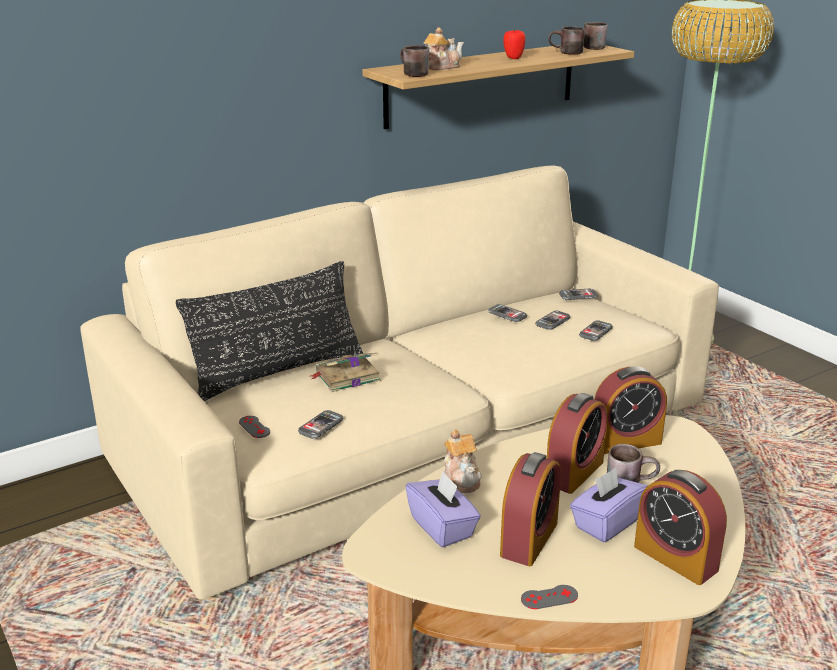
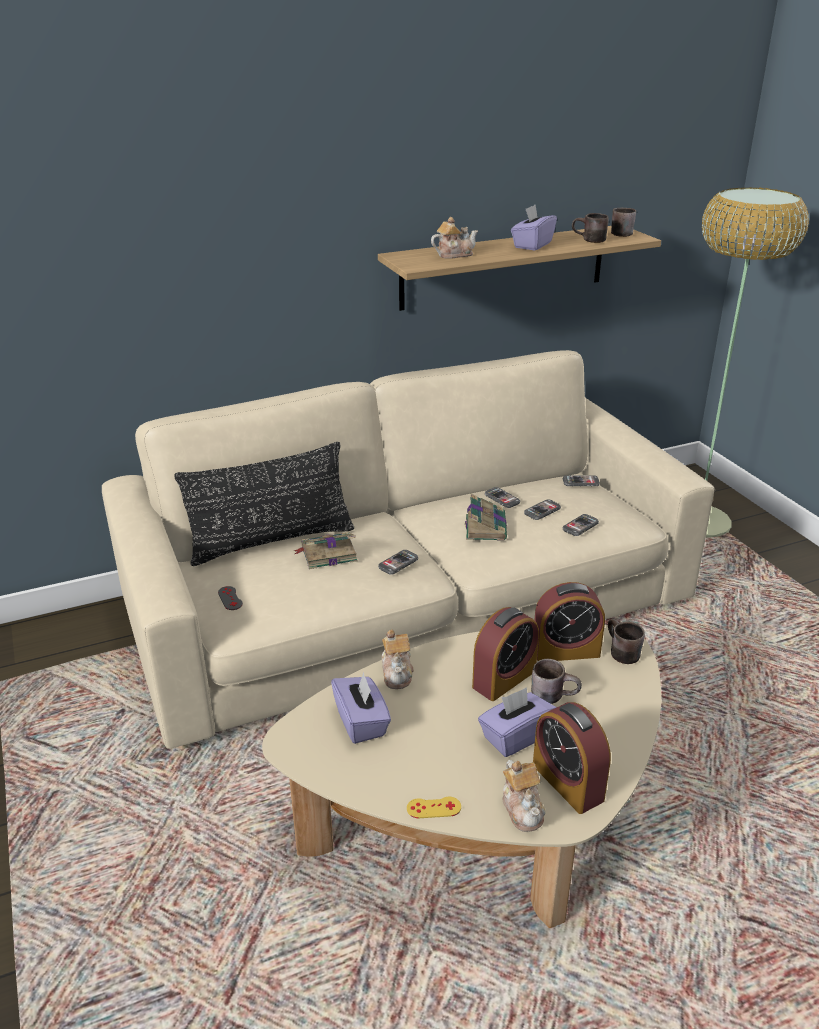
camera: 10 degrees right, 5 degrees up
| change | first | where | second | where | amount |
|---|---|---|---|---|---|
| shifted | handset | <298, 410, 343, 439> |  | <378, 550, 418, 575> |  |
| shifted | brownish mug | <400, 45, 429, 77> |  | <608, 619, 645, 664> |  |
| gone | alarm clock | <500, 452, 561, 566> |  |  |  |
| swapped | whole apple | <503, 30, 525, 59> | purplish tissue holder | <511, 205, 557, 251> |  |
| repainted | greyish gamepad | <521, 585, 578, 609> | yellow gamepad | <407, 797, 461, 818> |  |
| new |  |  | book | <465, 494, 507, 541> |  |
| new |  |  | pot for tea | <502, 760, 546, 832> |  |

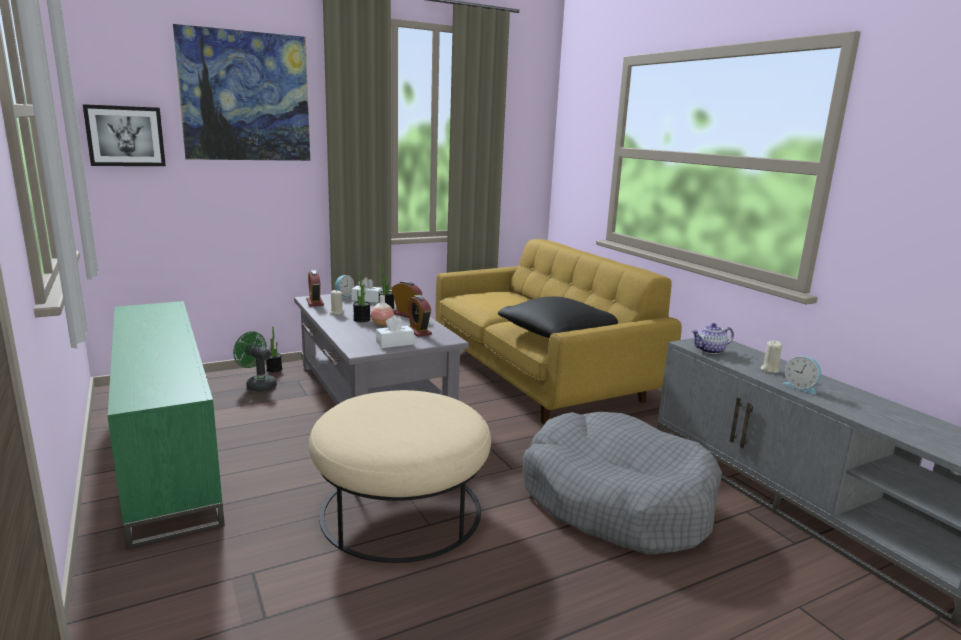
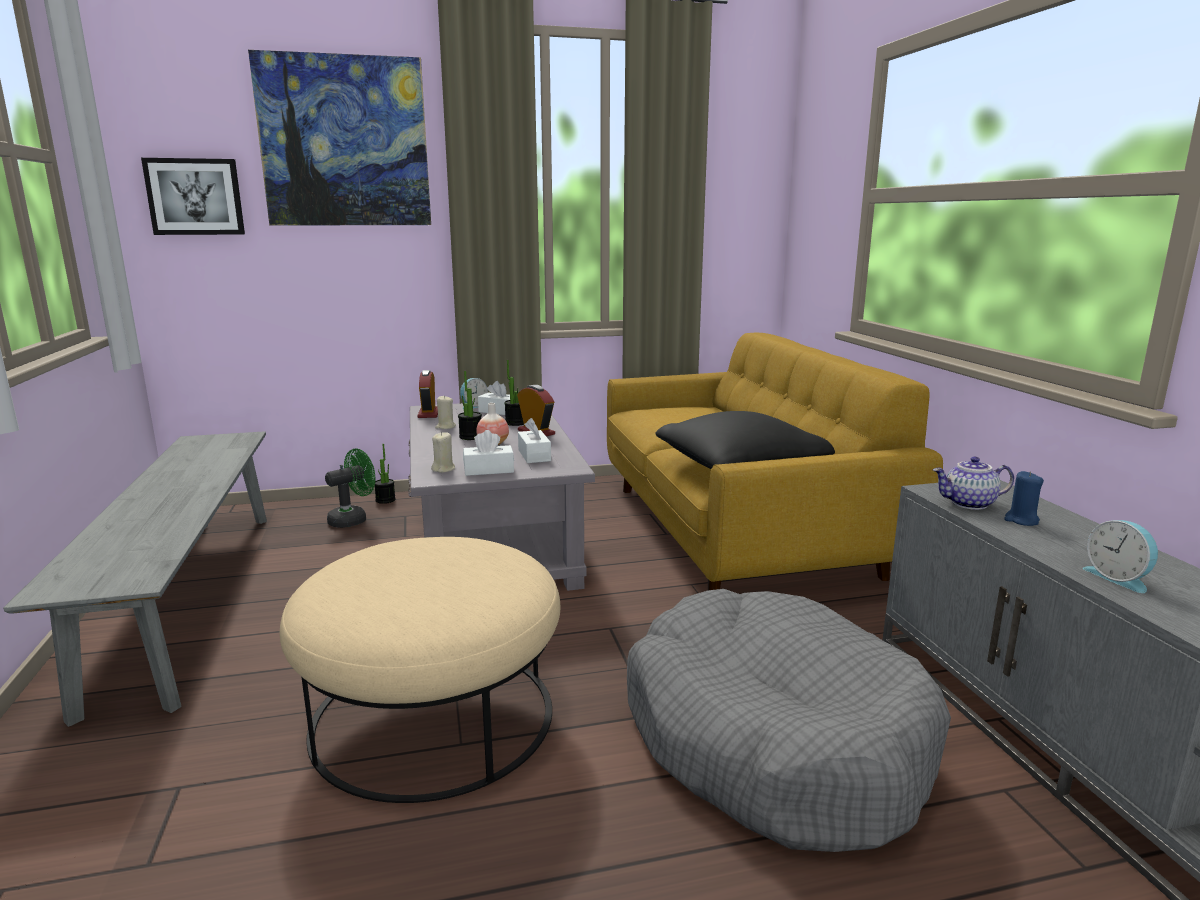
camera: 15 degrees right, 0 degrees up
| change | first | where | second | where | amount |
|---|---|---|---|---|---|
| swapped | greenish tv stand | <108, 301, 225, 549> | greyish long seat | <3, 431, 267, 727> |  |
| rotated | greenish electric fan | <233, 331, 277, 392> |  | <325, 449, 375, 528> | 90 degrees clockwise |
| swapped | alarm clock | <407, 295, 432, 337> | white tissue holder | <518, 418, 551, 463> |  |
| shifted | beige wax candle | <760, 341, 782, 373> |  | <431, 432, 455, 473> |  |
| new |  |  | blue wax candle | <1004, 471, 1044, 526> |  |

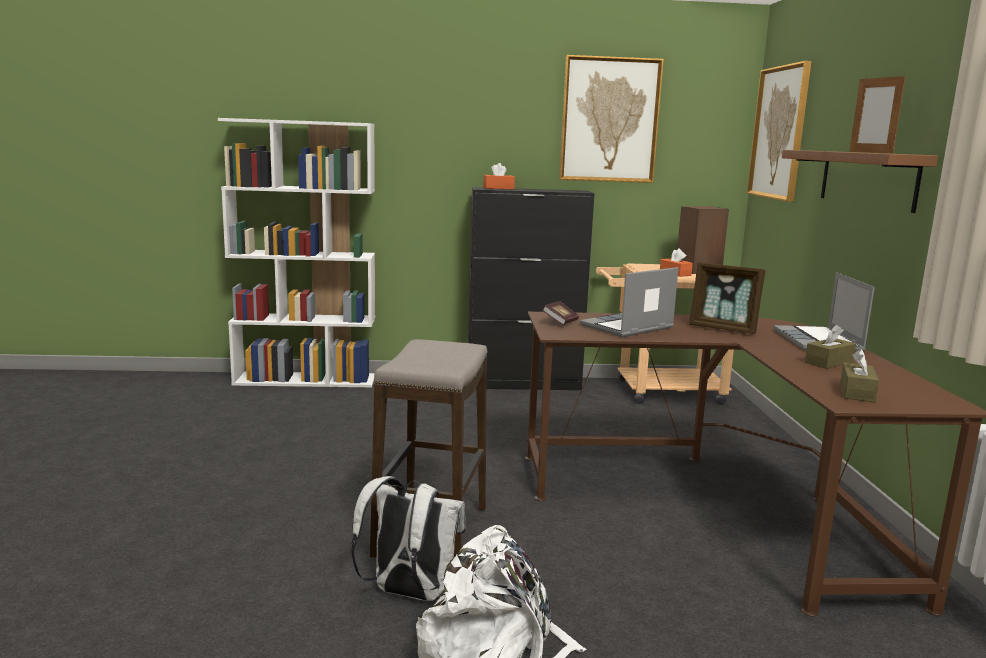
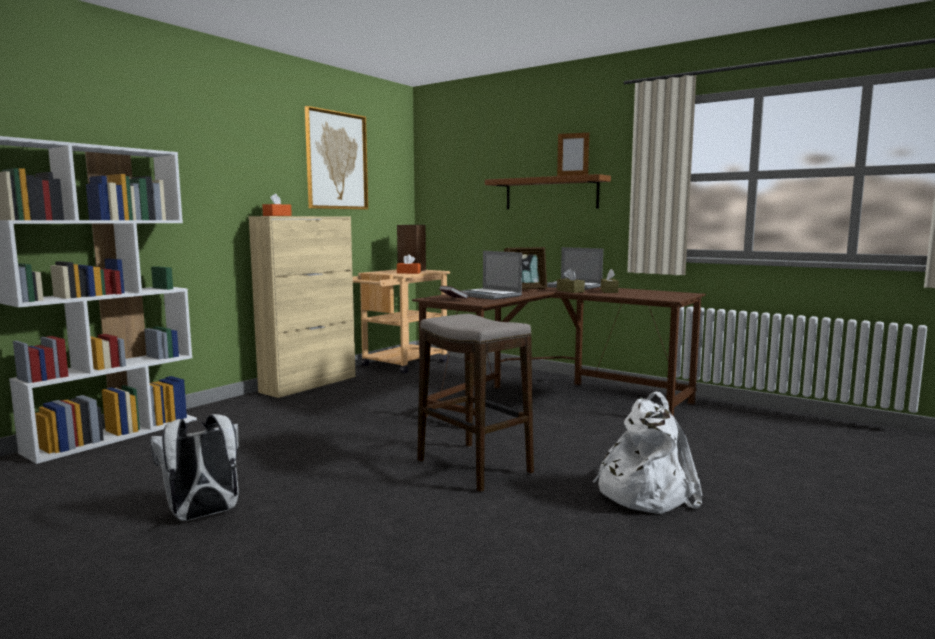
camera: 50 degrees left, 5 degrees down
| change | first | where | second | where | amount |
|---|---|---|---|---|---|
| shifted | white backpack | <351, 476, 466, 601> |  | <150, 414, 239, 521> |  |
| repainted | blackish storage cabinet | <468, 187, 595, 390> | beige storage cabinet | <249, 216, 356, 398> |  |
| rotated | portable computer | <580, 267, 678, 337> |  | <462, 251, 522, 300> | 45 degrees counterclockwise |
| gone | wall picture | <747, 61, 812, 202> |  |  |  |
| shifted | brownish tissue holder | <840, 349, 879, 402> |  | <557, 269, 585, 293> |  |

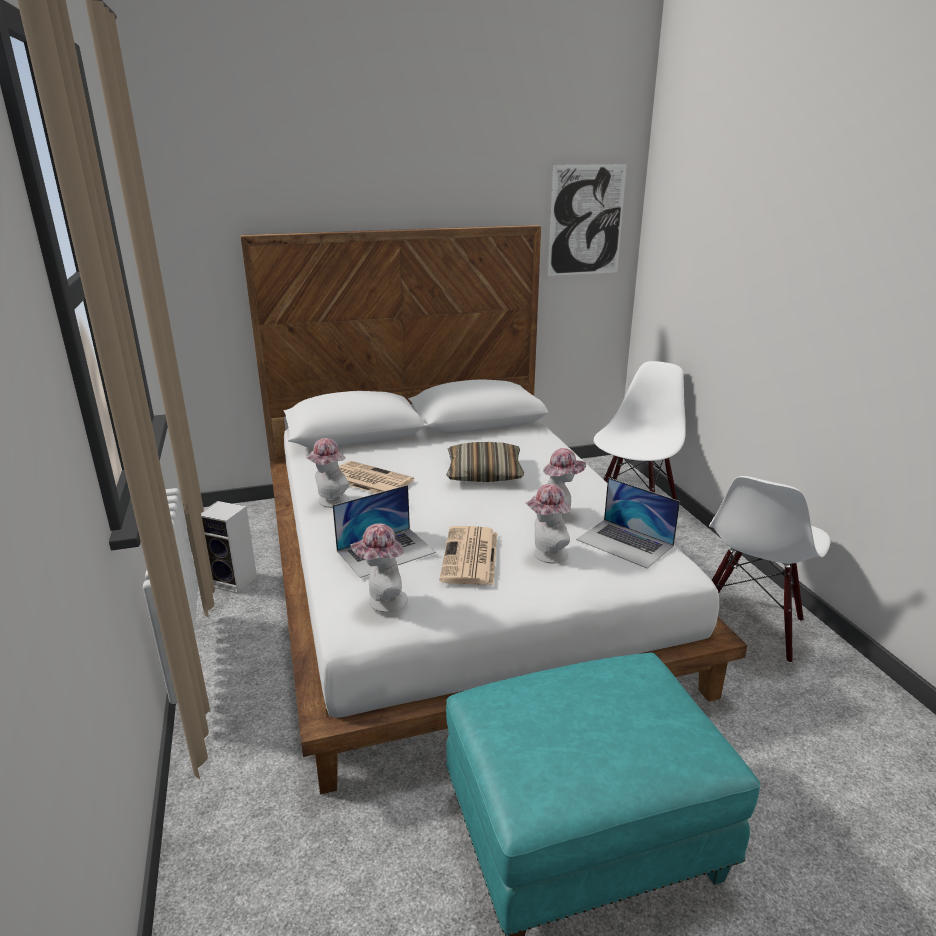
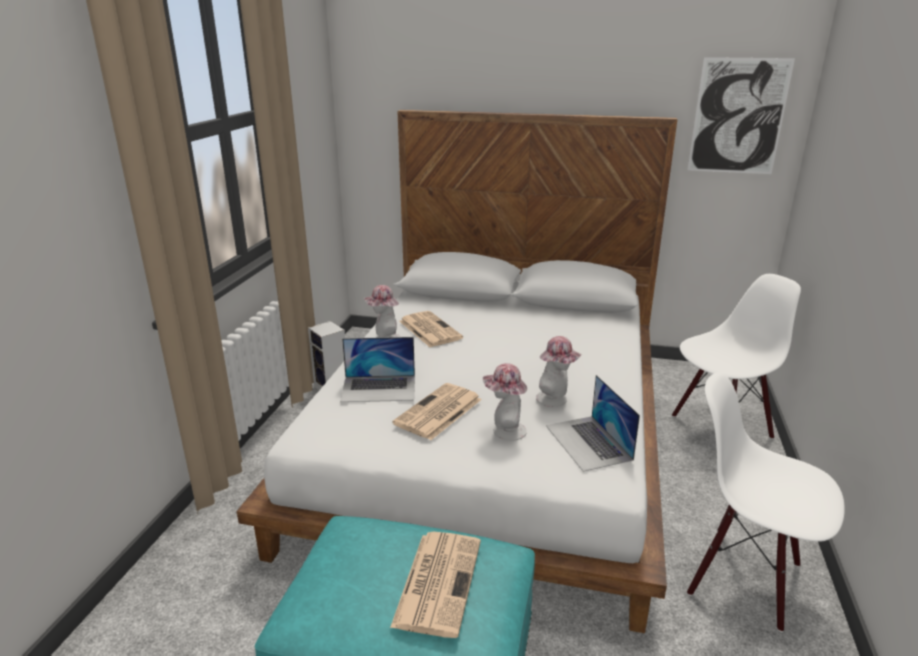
camera: 30 degrees right, 0 degrees up
| change | first | where | second | where | amount |
|---|---|---|---|---|---|
| gone | hat | <350, 523, 408, 613> |  |  |  |
| gone | pillow | <446, 442, 524, 482> |  |  |  |
| rotated | white chair | <709, 476, 831, 663> |  | <687, 372, 845, 632> | 60 degrees clockwise |
| new |  |  | daily paper | <390, 532, 481, 638> |  |

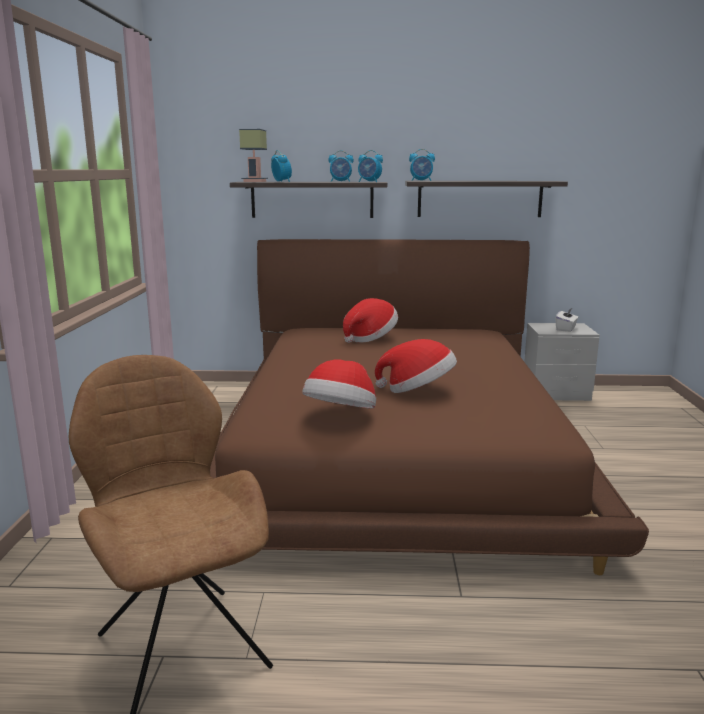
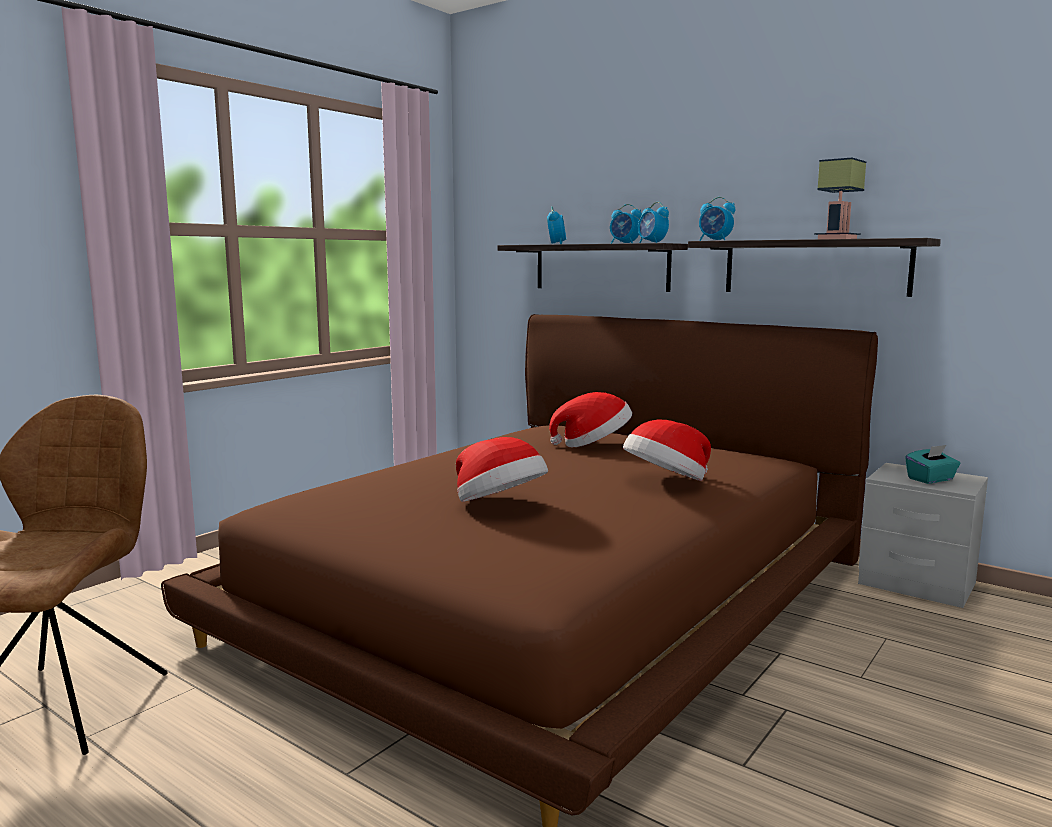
camera: 35 degrees right, 5 degrees down
| change | first | where | second | where | amount |
|---|---|---|---|---|---|
| shifted | lamp for a table | <239, 129, 268, 182> |  | <814, 158, 866, 239> |  |
| shifted | hat | <302, 359, 376, 409> |  | <623, 420, 711, 481> |  |
| repainted | white tissue holder | <556, 307, 578, 332> | turquoise tissue holder | <905, 445, 960, 484> |  |

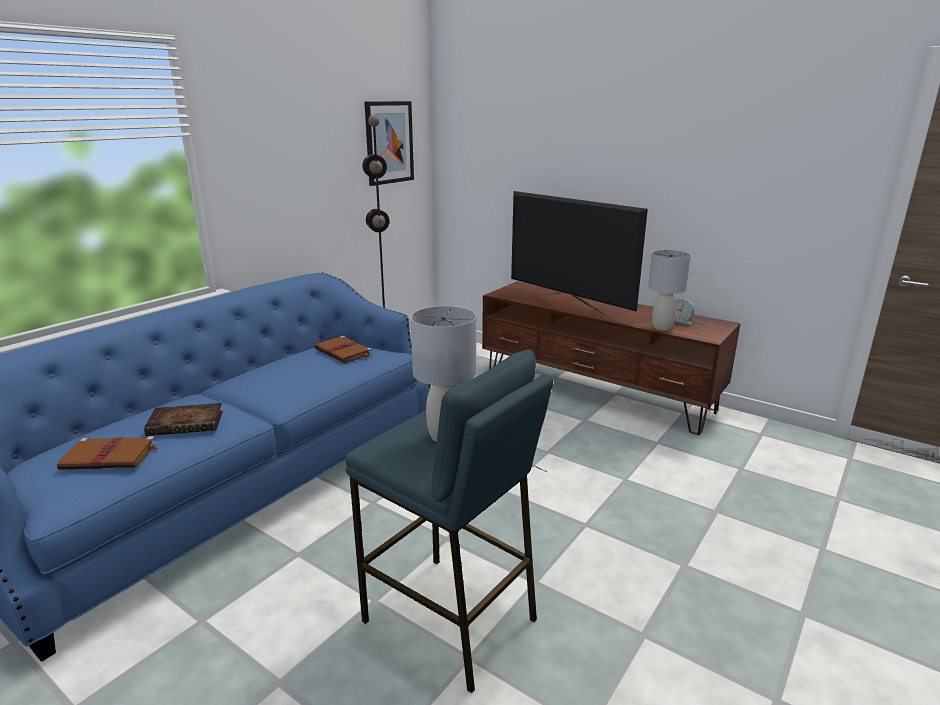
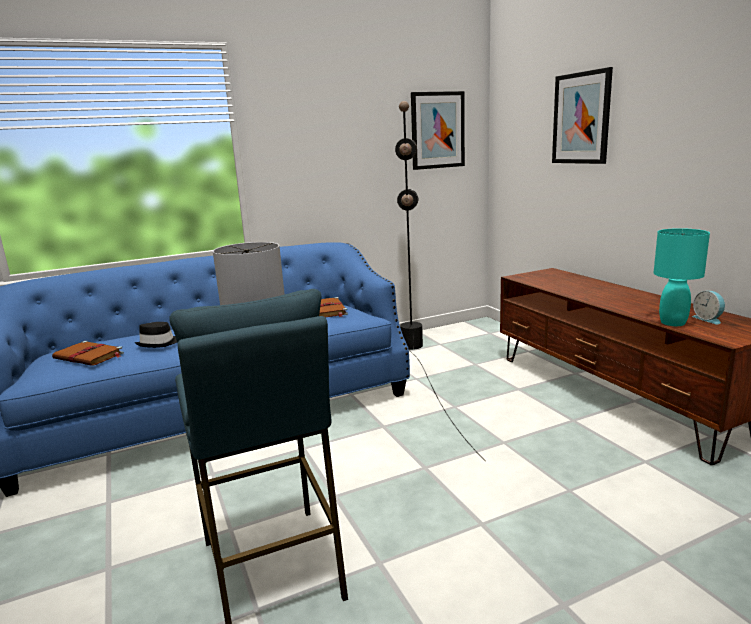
camera: 30 degrees right, 5 degrees down
| change | first | where | second | where | amount |
|---|---|---|---|---|---|
| swapped | book | <144, 403, 223, 436> | blackish hat | <135, 322, 177, 348> |  |
| gone | television | <511, 191, 648, 317> |  |  |  |
| repainted | greyish lamp for a table | <648, 250, 691, 331> | turquoise lamp for a table | <654, 228, 710, 326> |  |
| new |  |  | wall picture | <552, 67, 613, 164> |  |

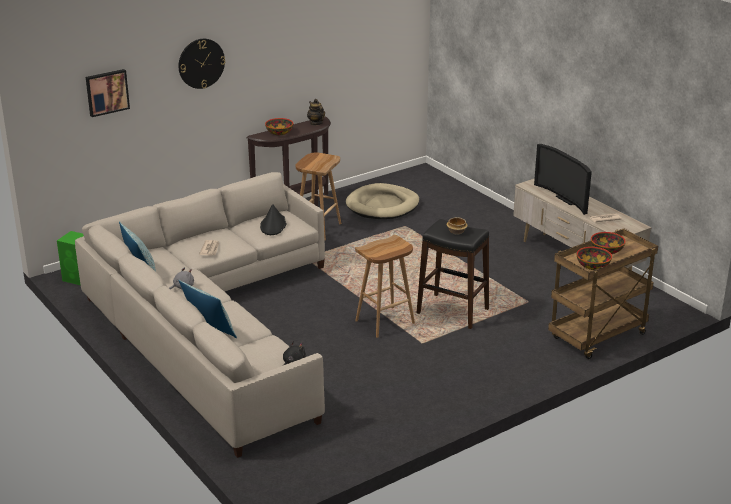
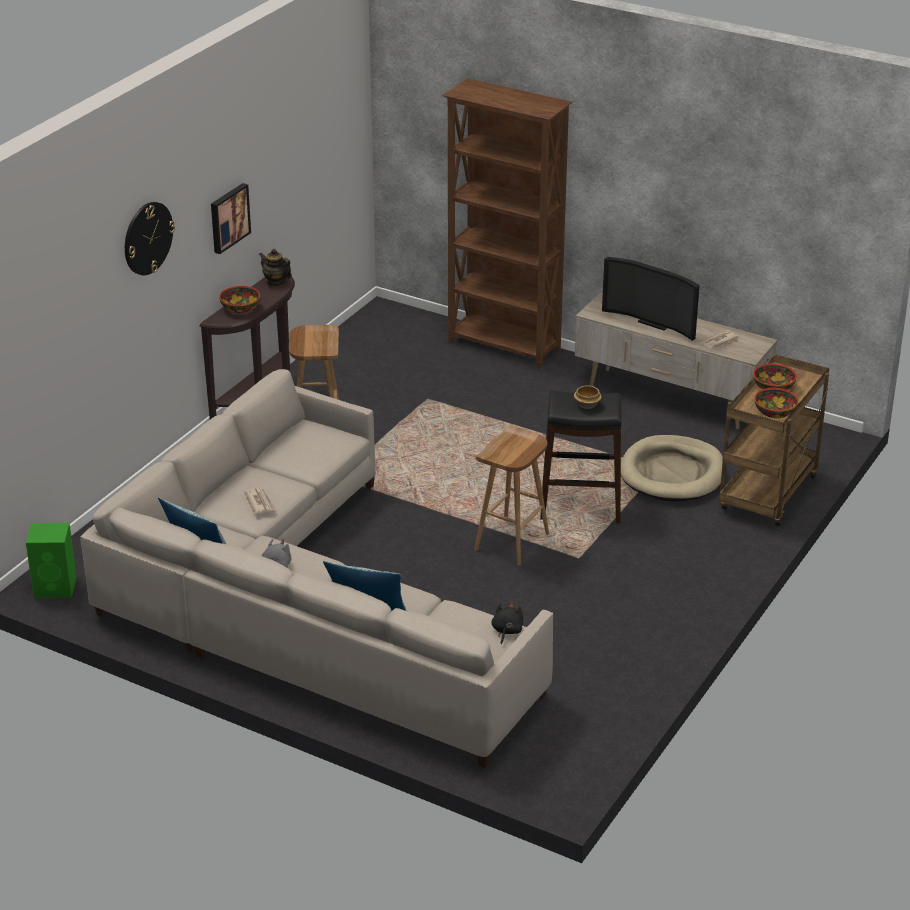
camera: 25 degrees left, 5 degrees up
| change | first | where | second | where | amount |
|---|---|---|---|---|---|
| shifted | wall picture | <86, 69, 130, 117> |  | <211, 183, 251, 254> |  |
| gone | blackish hat | <260, 204, 286, 235> |  |  |  |
| shifted | beige dog cushion | <346, 183, 419, 219> |  | <621, 435, 723, 502> |  |
| new |  |  | brownish bookshelf | <442, 78, 573, 369> |  |

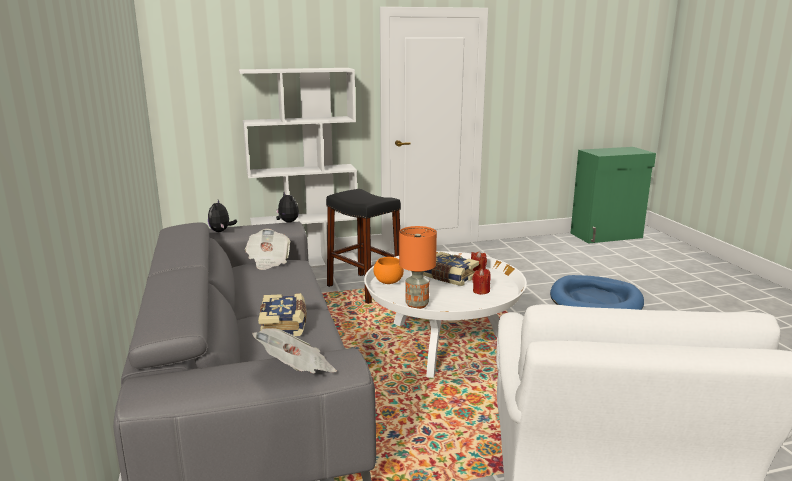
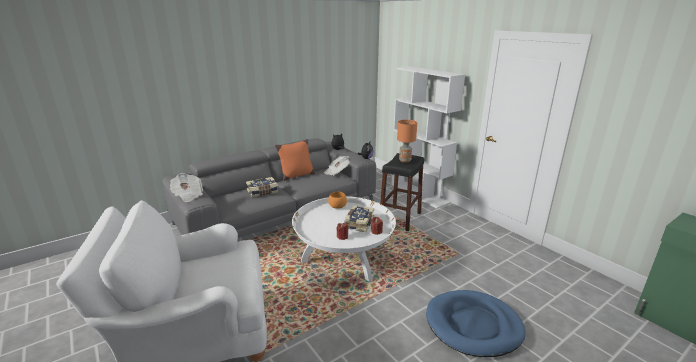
camera: 70 degrees right, 5 degrees up
| change | first | where | second | where | amount |
|---|---|---|---|---|---|
| shifted | orangey lamp for a table | <399, 226, 437, 309> |  | <397, 120, 417, 163> |  |
| new |  |  | orangey pillow | <275, 139, 315, 181> |  |

